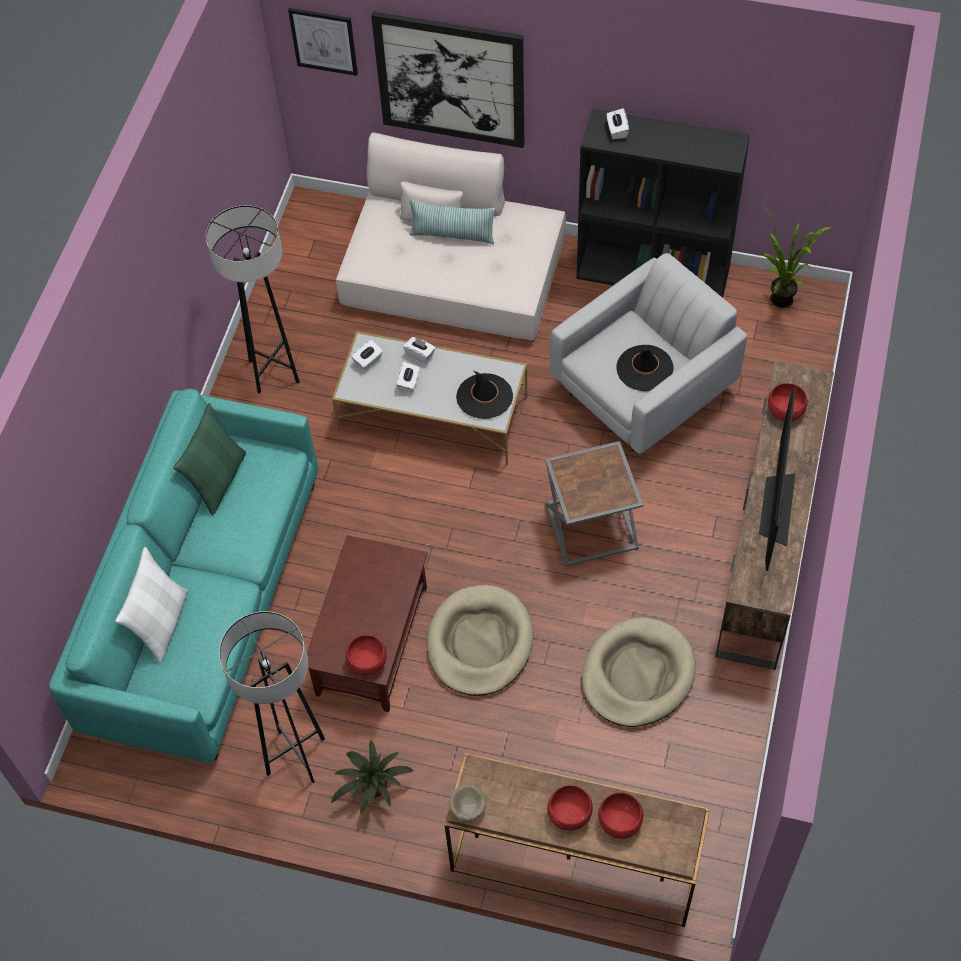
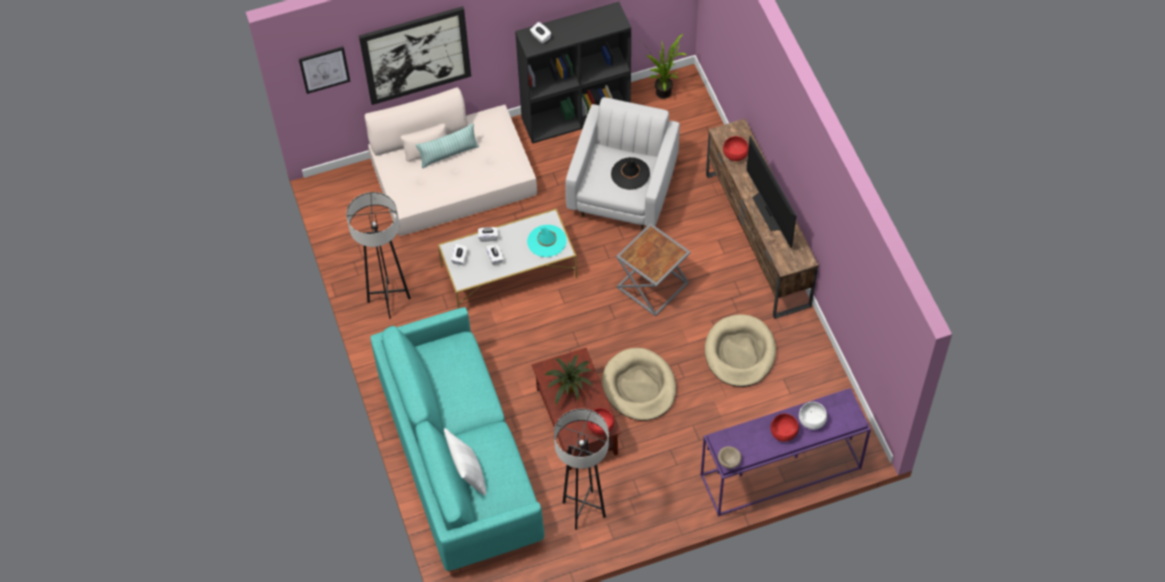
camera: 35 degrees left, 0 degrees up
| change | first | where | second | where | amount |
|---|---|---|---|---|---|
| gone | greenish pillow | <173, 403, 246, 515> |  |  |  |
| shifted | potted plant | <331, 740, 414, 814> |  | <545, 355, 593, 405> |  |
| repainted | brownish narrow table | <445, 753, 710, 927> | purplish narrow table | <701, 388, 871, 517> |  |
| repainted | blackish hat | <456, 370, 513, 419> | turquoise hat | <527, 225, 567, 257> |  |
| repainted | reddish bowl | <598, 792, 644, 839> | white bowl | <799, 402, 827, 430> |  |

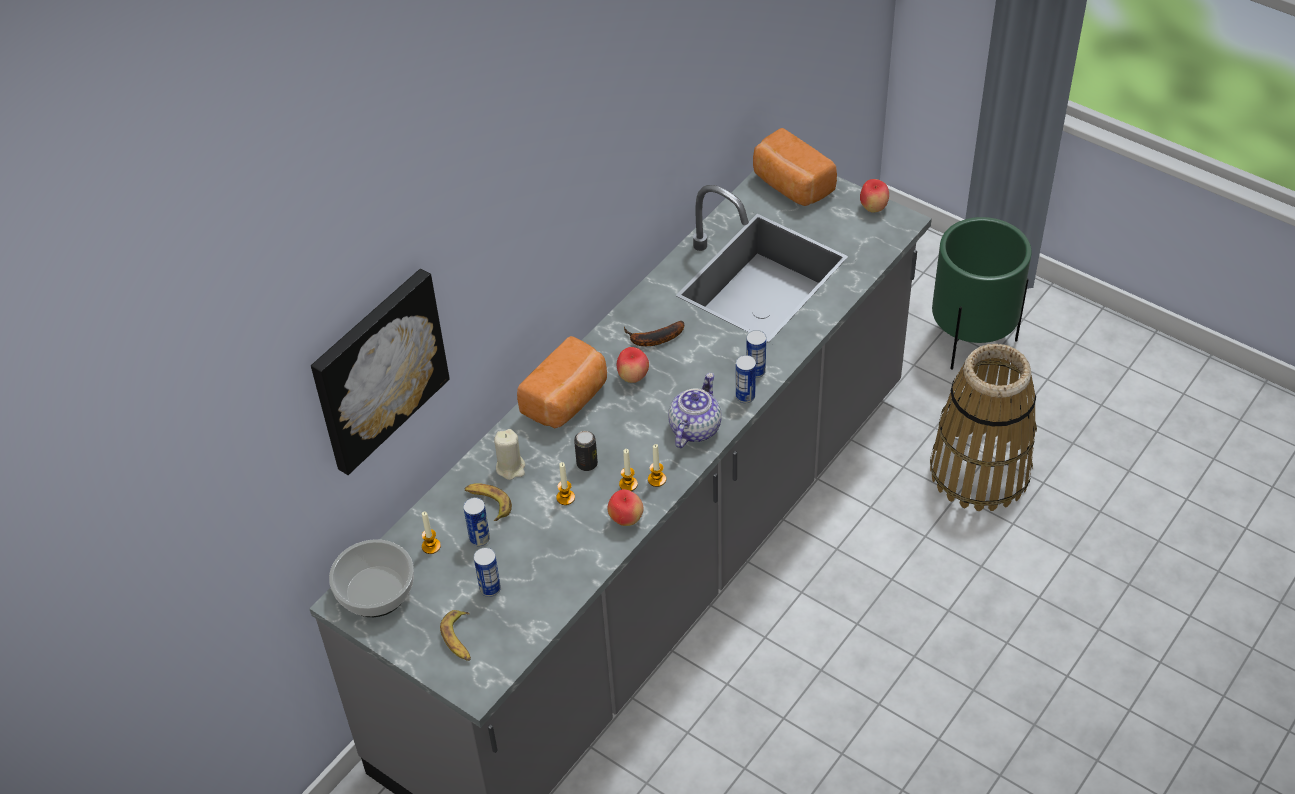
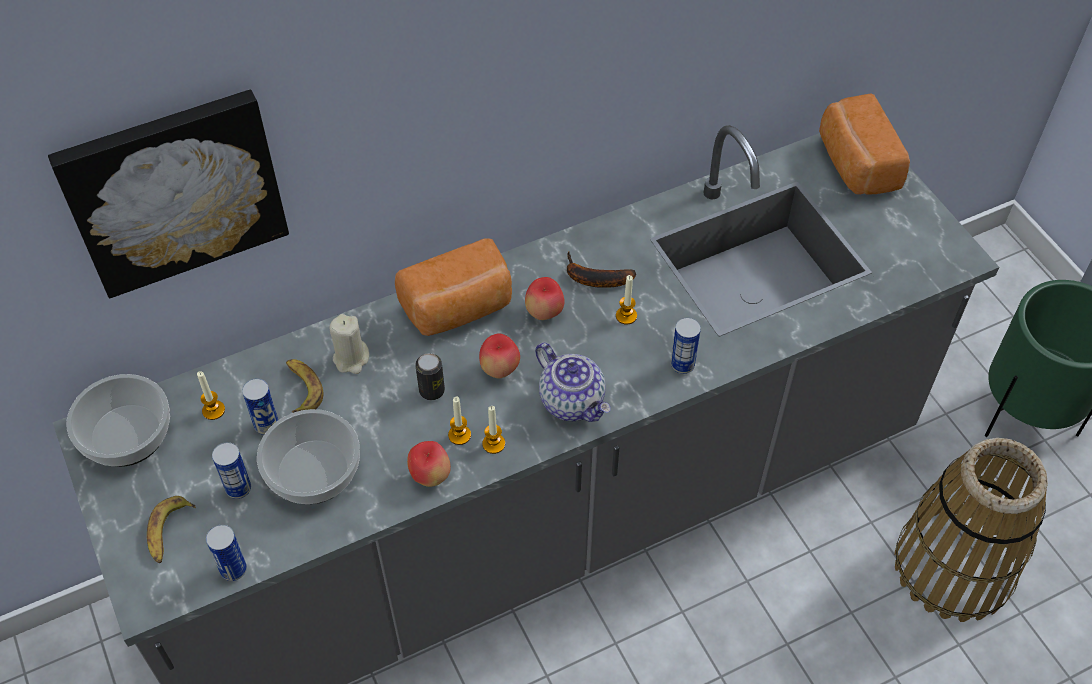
camera: 25 degrees right, 5 degrees up
| change | first | where | second | where | amount |
|---|---|---|---|---|---|
| shifted | wax candle | <556, 462, 575, 505> |  | <616, 275, 637, 324> |  |
| rotated | pot for tea | <668, 373, 722, 448> |  | <535, 342, 611, 422> | 90 degrees clockwise |
| shifted | can | <736, 355, 756, 403> |  | <206, 525, 247, 581> |  |
| shifted | whole apple | <860, 179, 889, 213> |  | <479, 333, 520, 378> |  |
| new |  |  | bowl | <257, 409, 360, 504> |  |

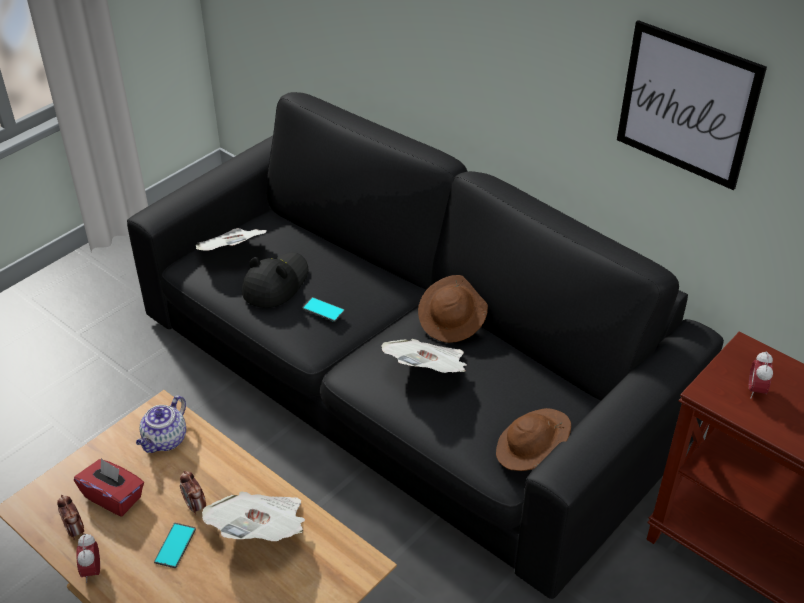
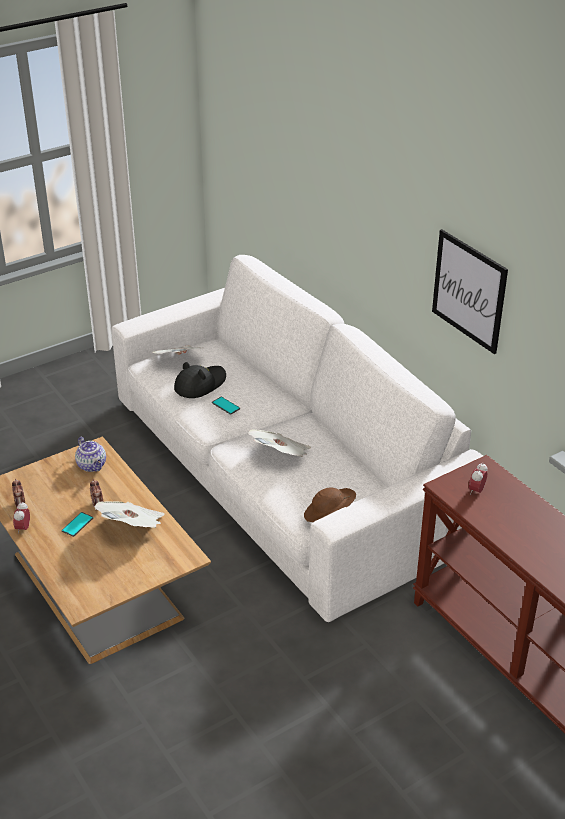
camera: 15 degrees right, 5 degrees down
| change | first | where | second | where | amount |
|---|---|---|---|---|---|
| gone | reddish tissue holder | <74, 458, 144, 516> |  |  |  |
| repainted | blackish sofa | <127, 92, 724, 599> | white sofa | <112, 255, 483, 622> |  |
| rotated | pot for tea | <136, 396, 186, 453> |  | <75, 437, 106, 472> | 75 degrees counterclockwise |
| gone | brownish hat | <418, 275, 488, 343> |  |  |  |

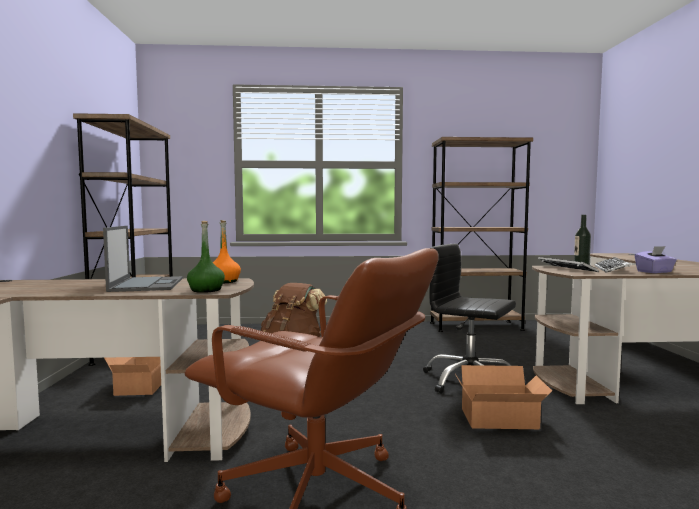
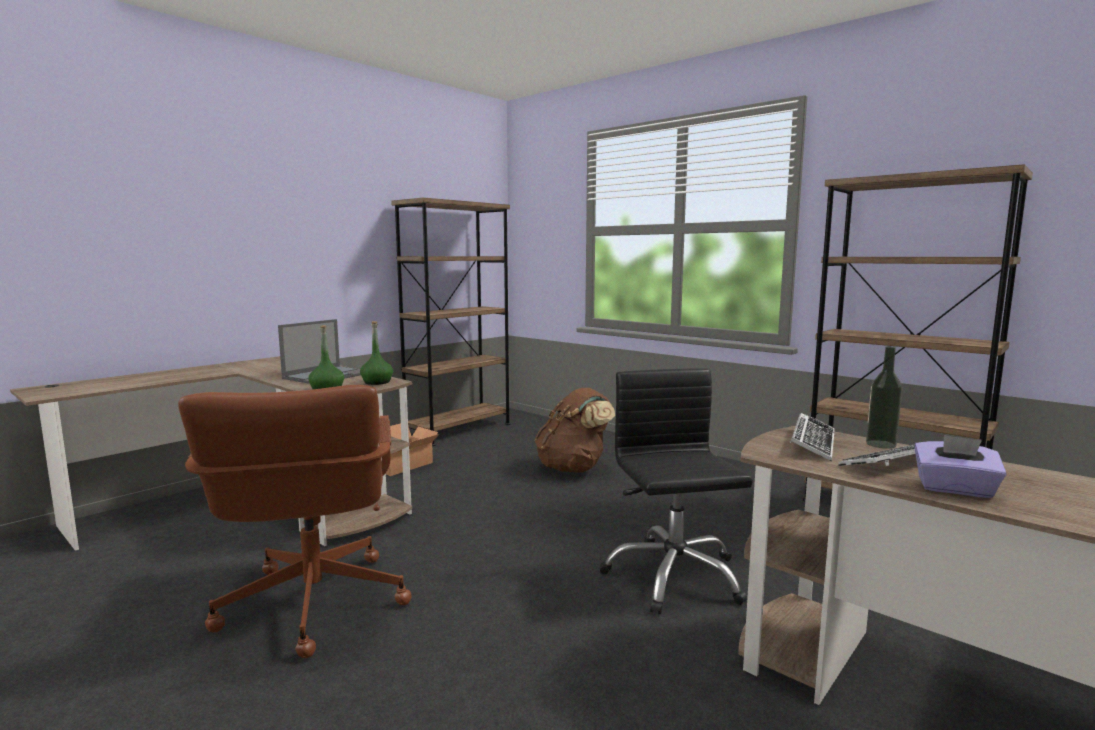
camera: 45 degrees right, 5 degrees up
| change | first | where | second | where | amount |
|---|---|---|---|---|---|
| repainted | orangey beverage bottle | <213, 220, 241, 283> | greenish beverage bottle | <360, 321, 393, 385> |  |
| gone | carton | <455, 365, 552, 429> |  |  |  |

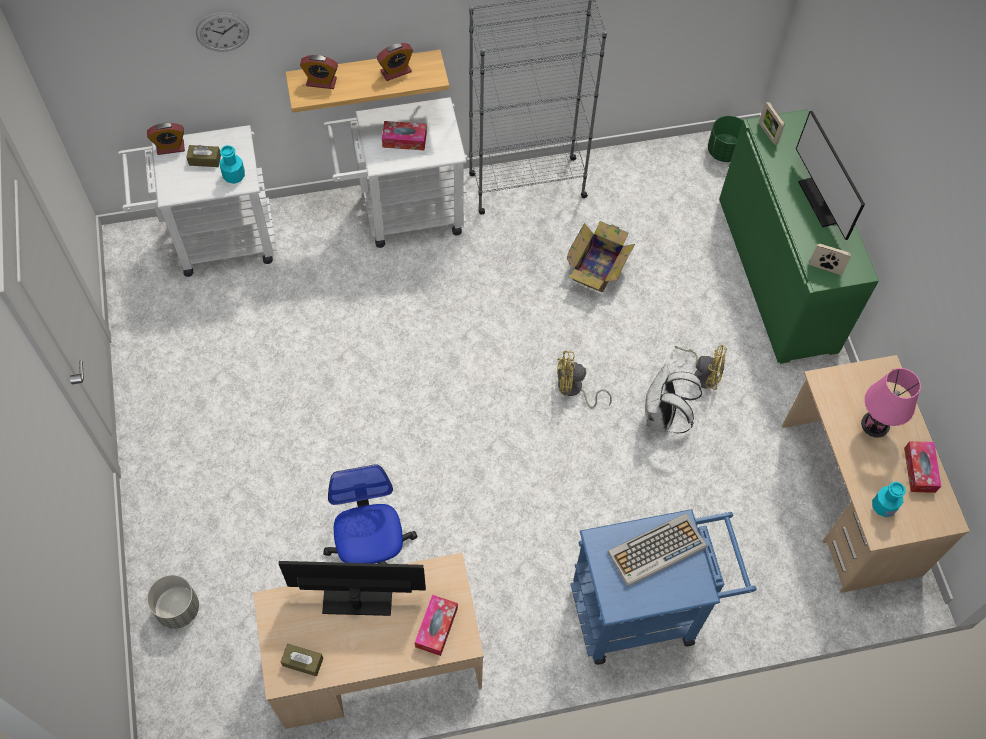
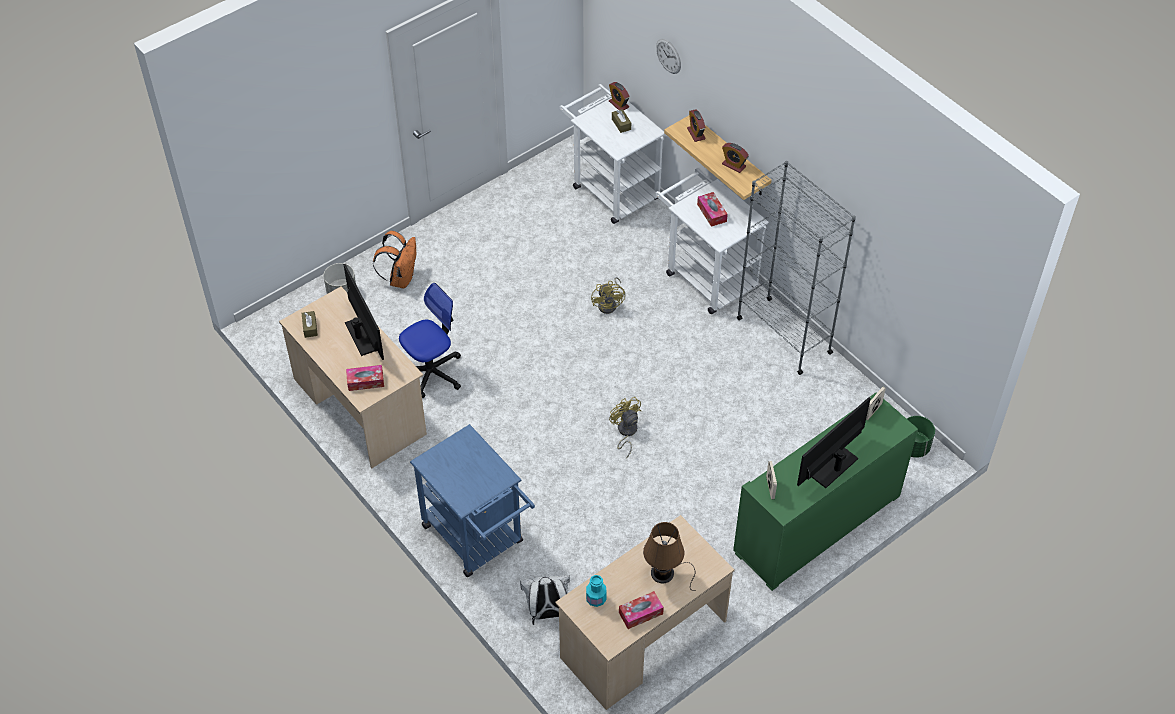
camera: 65 degrees right, 10 degrees down
| change | first | where | second | where | amount |
|---|---|---|---|---|---|
| gone | turquoise beverage bottle | <220, 145, 245, 184> |  |  |  |
| gone | carton | <567, 221, 635, 293> |  |  |  |
| gone | PC keyboard | <608, 513, 707, 587> |  |  |  |
| shifted | white backpack | <645, 364, 702, 433> |  | <520, 575, 570, 625> |  |
| shifted | yellow electric fan | <675, 345, 727, 390> |  | <591, 277, 625, 314> |  |
| repainted | pink lamp for a table | <861, 368, 921, 437> | brownish lamp for a table | <643, 522, 695, 591> |  |
| new |  |  | orangey backpack | <373, 231, 416, 289> |  |

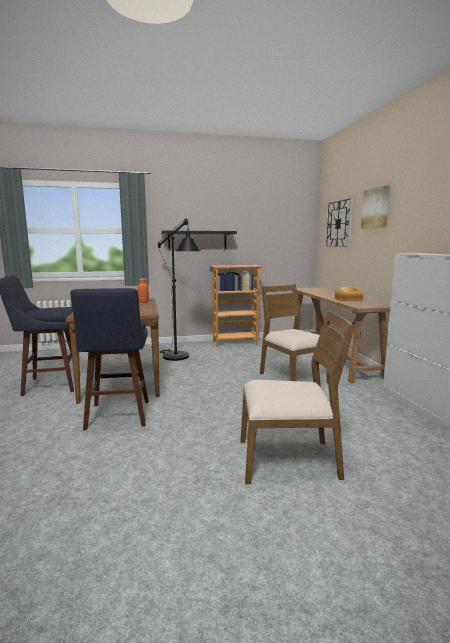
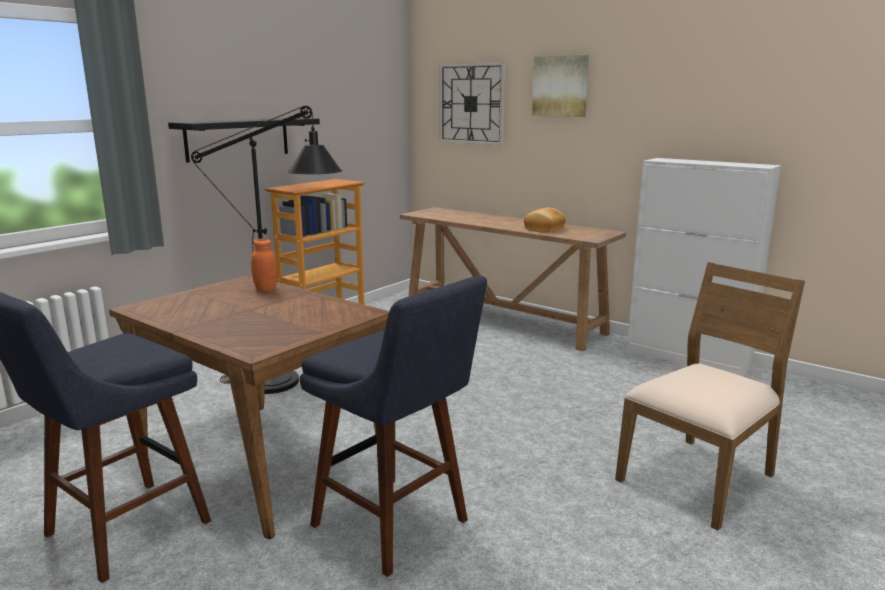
camera: 40 degrees left, 5 degrees up
| change | first | where | second | where | amount |
|---|---|---|---|---|---|
| gone | brownish chair | <260, 284, 330, 384> |  |  |  |

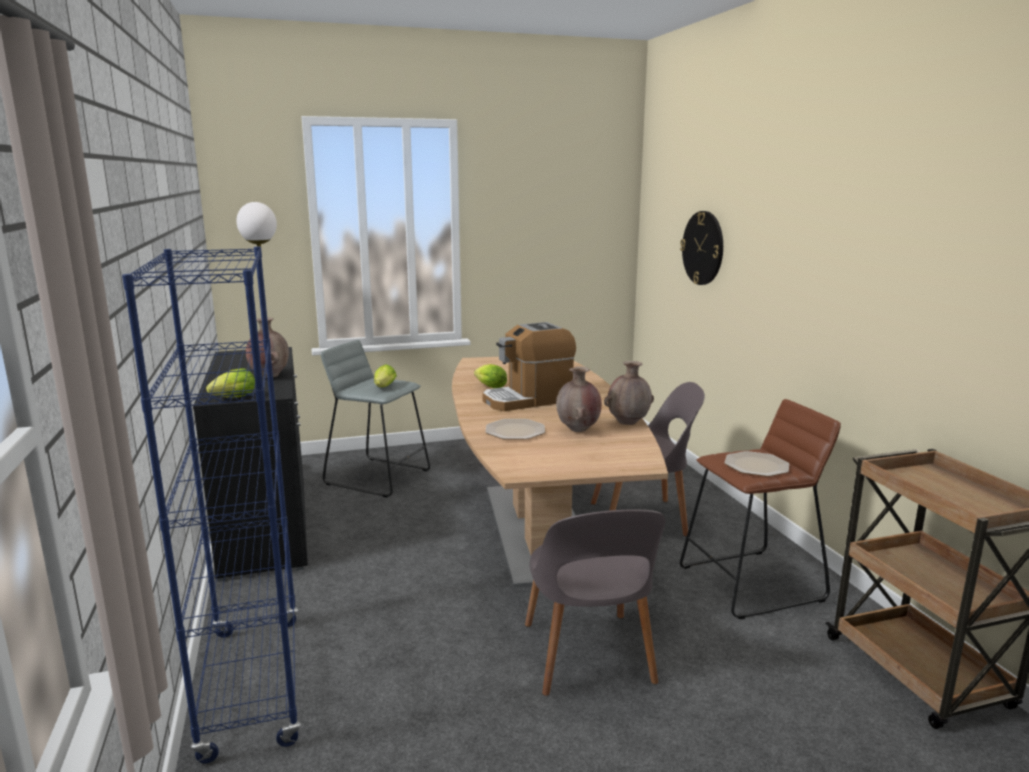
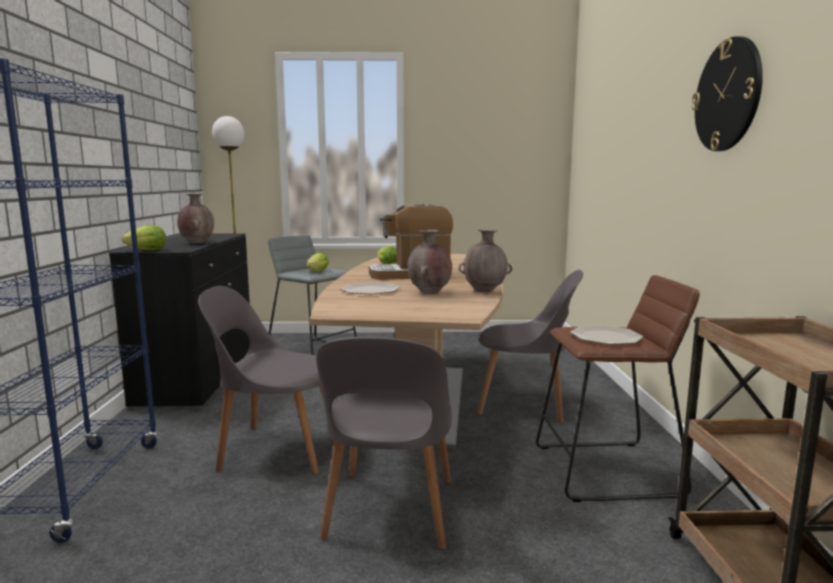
camera: 15 degrees right, 5 degrees down
| change | first | where | second | where | amount |
|---|---|---|---|---|---|
| shifted | wall clock | <680, 211, 723, 285> |  | <692, 36, 763, 151> |  |
| new |  |  | greyish chair | <198, 286, 324, 474> |  |

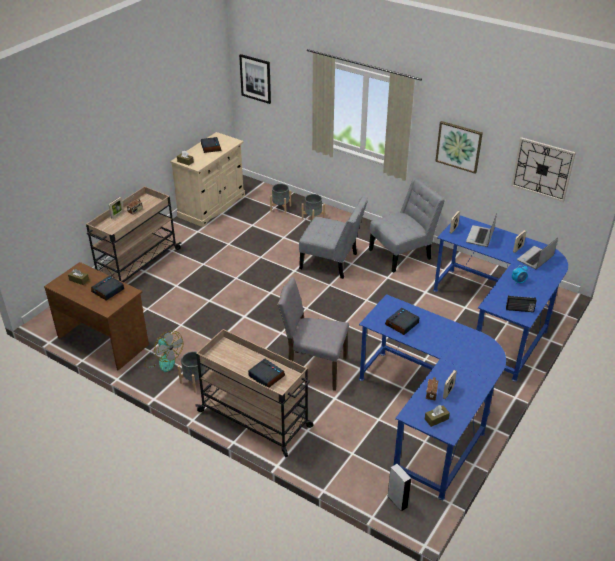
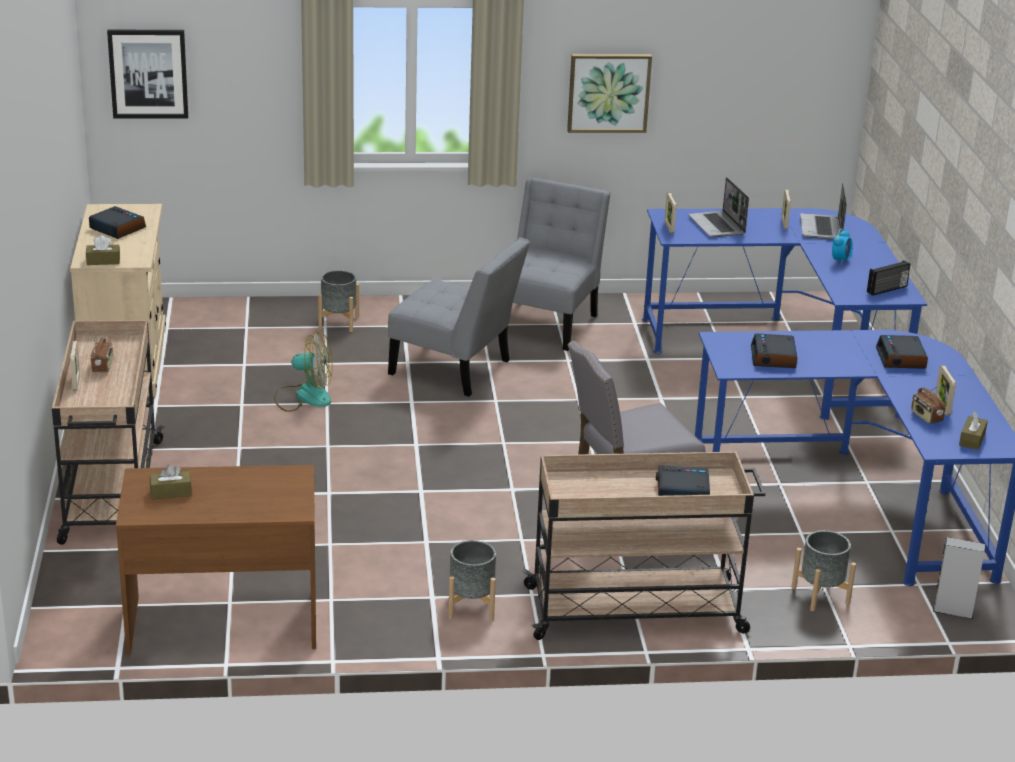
camera: 40 degrees left, 10 degrees down
| change | first | where | second | where | amount |
|---|---|---|---|---|---|
| shifted | alarm clock | <91, 276, 124, 301> |  | <876, 335, 928, 369> |  |
| shifted | electric fan | <145, 331, 183, 372> |  | <274, 331, 333, 412> |  |
| shifted | greyish planter | <270, 184, 291, 214> |  | <791, 530, 856, 611> |  |
| rotated | greyish chair | <299, 196, 368, 279> |  | <388, 237, 530, 397> | 45 degrees clockwise |
| gone | wall clock | <511, 137, 576, 202> |  |  |  |

